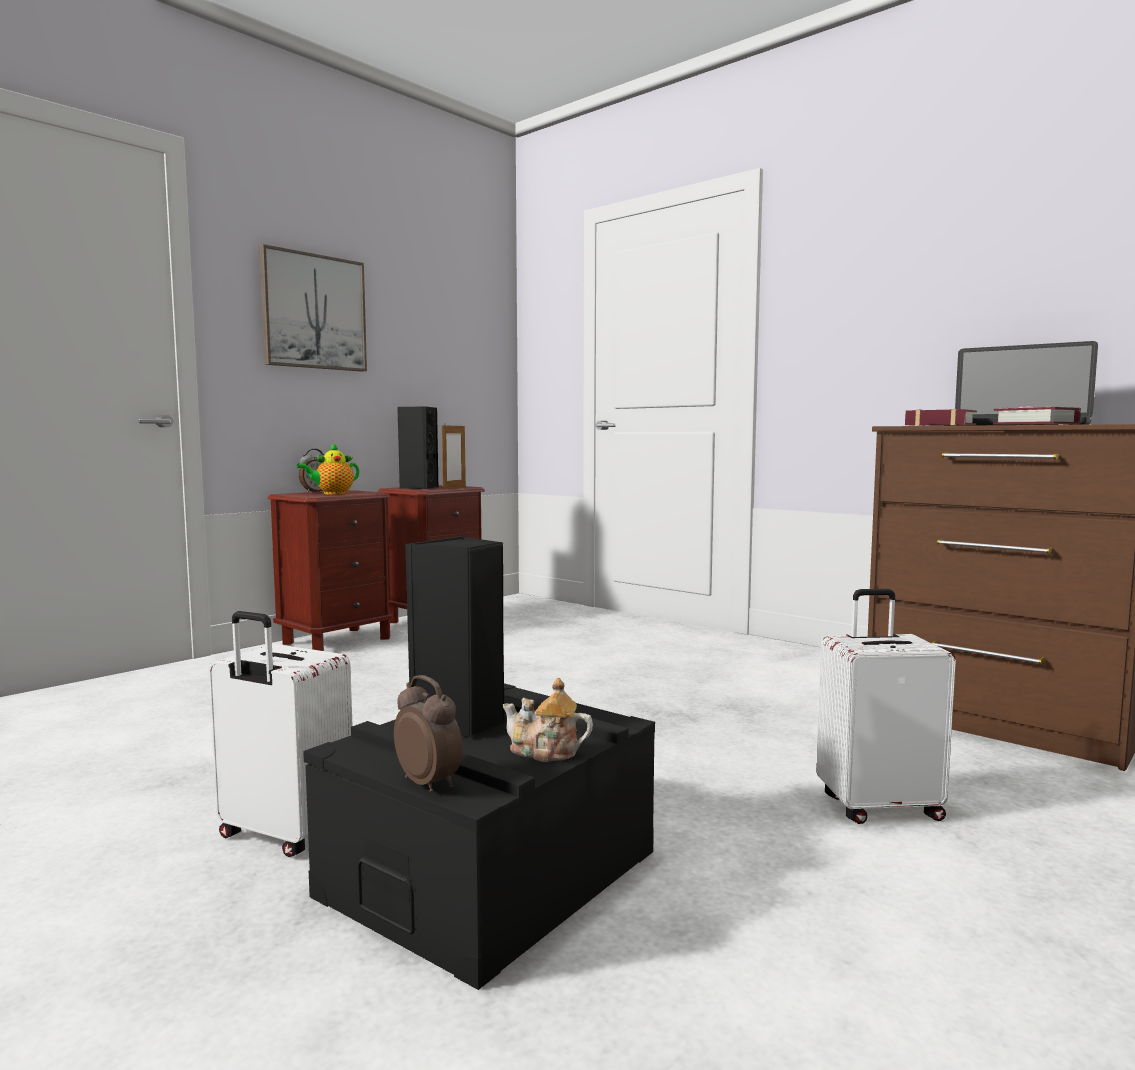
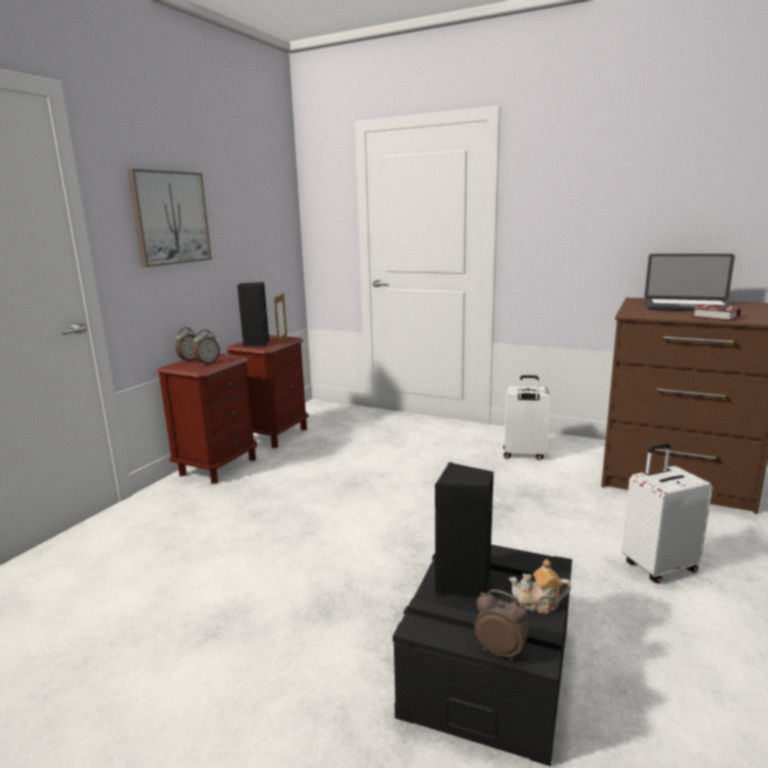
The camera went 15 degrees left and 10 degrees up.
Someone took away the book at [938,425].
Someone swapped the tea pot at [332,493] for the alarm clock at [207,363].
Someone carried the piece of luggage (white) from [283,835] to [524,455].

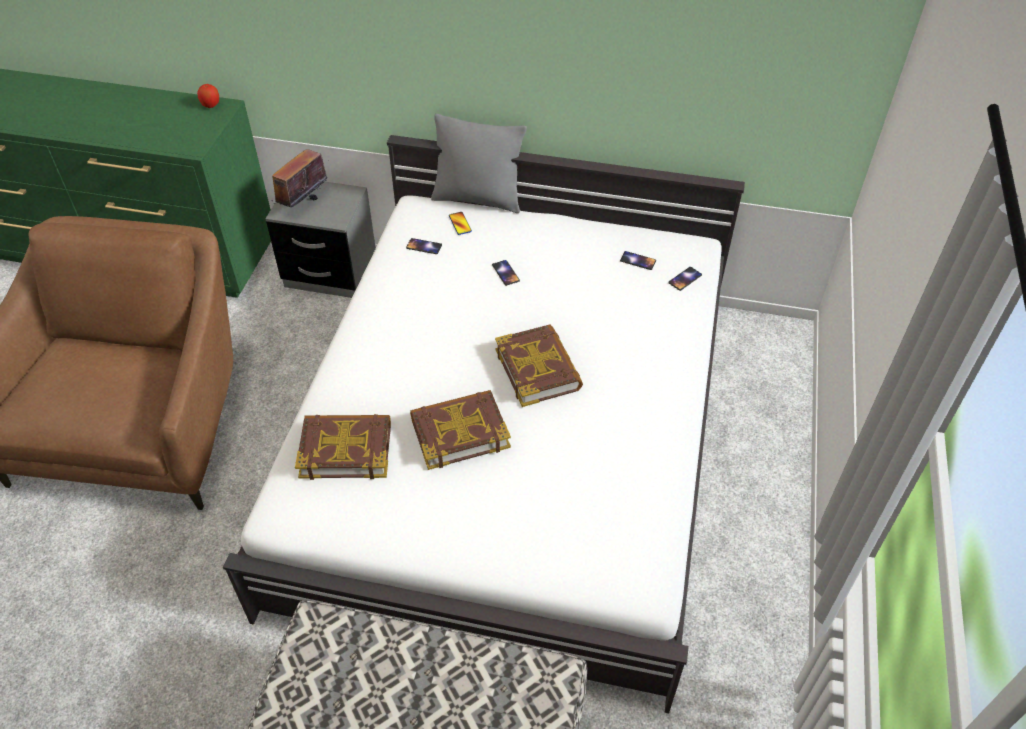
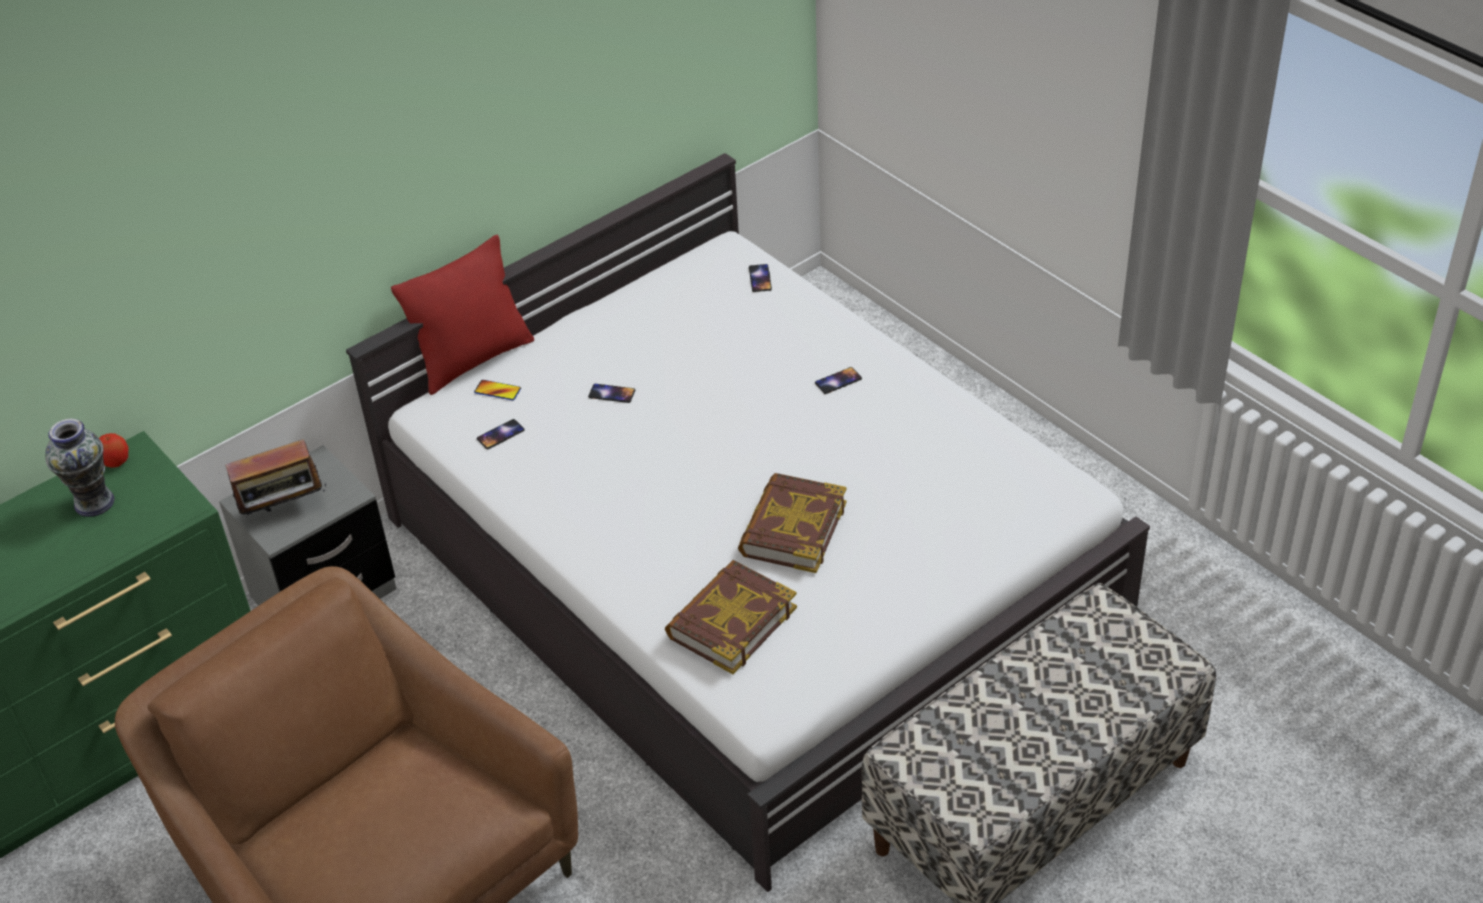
The camera went 50 degrees left and 5 degrees down.
Someone repainted the pillow (greyish) at [478,199], which became the pillow (reddish) at [473,359].
Someone rotated the radio receiver at [303,203] by 90 degrees counterclockwise.
Someone carried the phone from [638,261] to [838,381].
Someone took away the book at [538,369].
Someone put down the flower vase at [95,502].

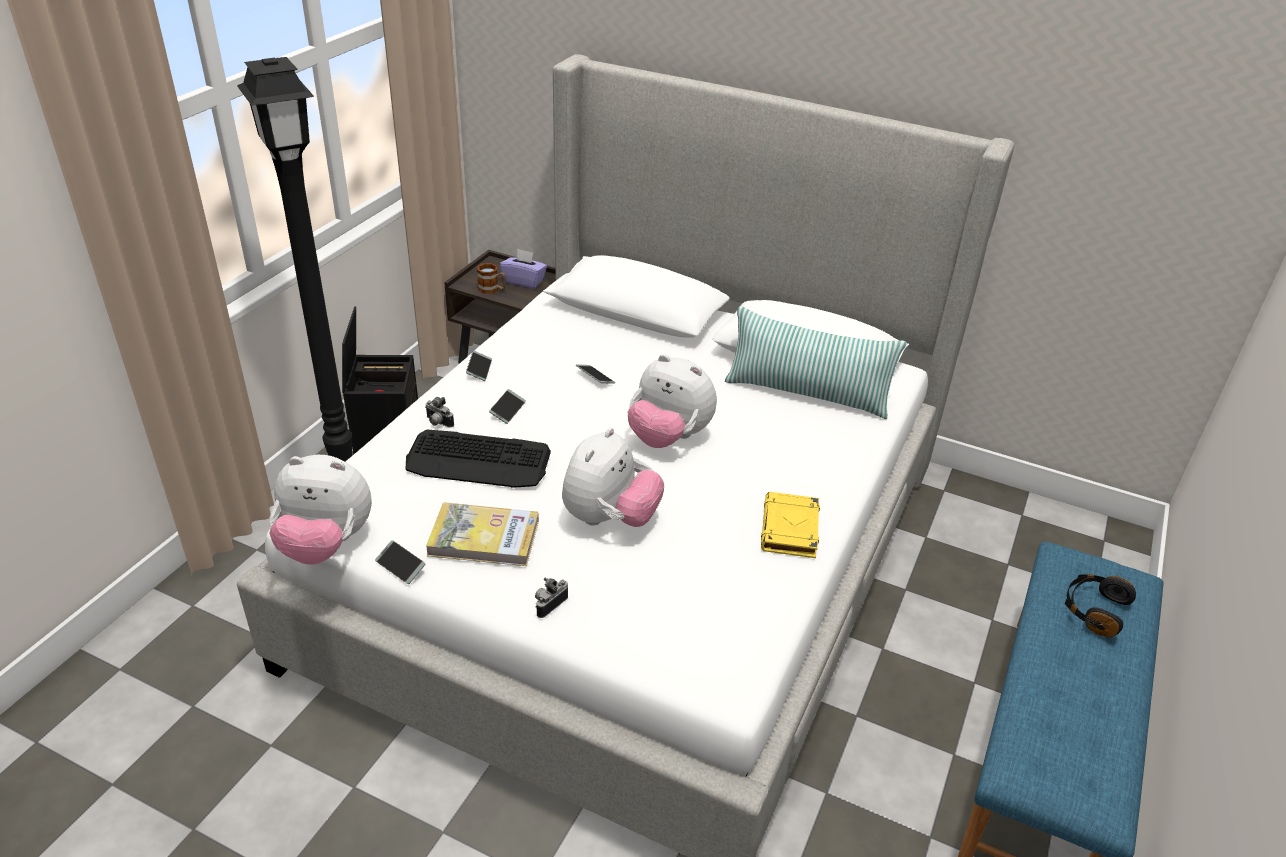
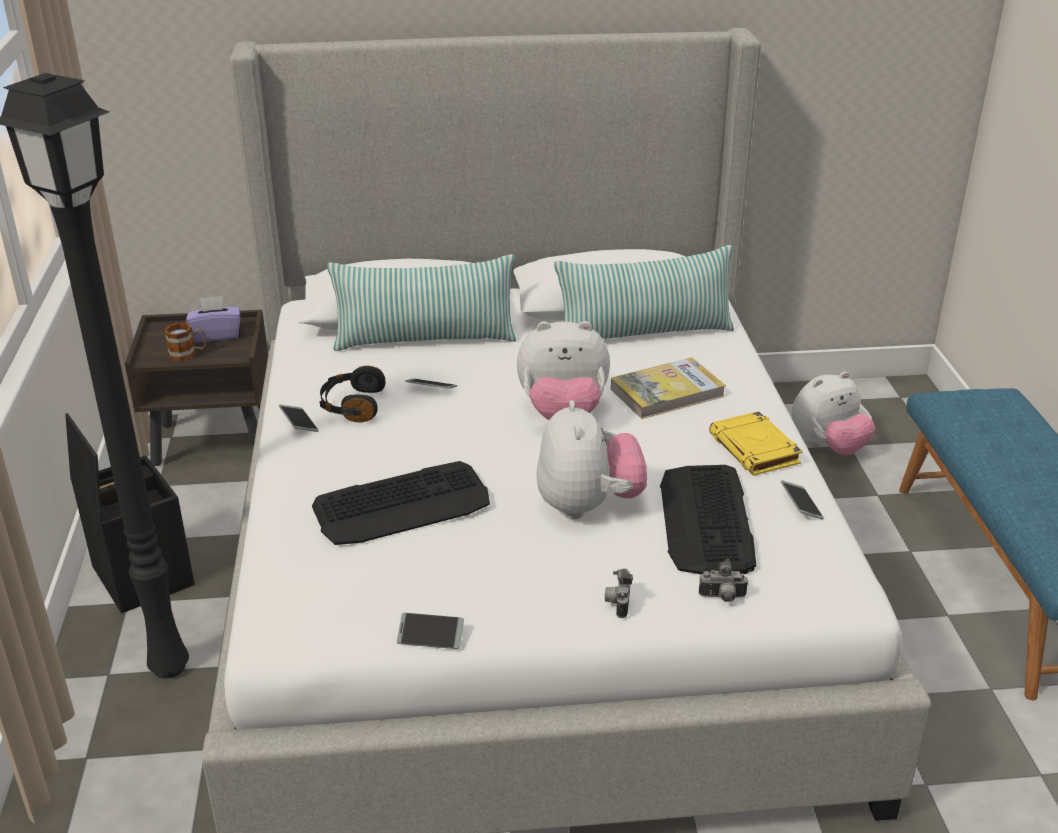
The camera went 30 degrees left and 5 degrees down.
Someone carried the phone from [507,410] to [801,505].
Someone carried the still camera from [438,423] to [722,598].
Someone carried the plush toy from [325,545] to [827,447].
Someone carried the book from [484,538] to [667,392].
Someone carried the headset (black-coloured) from [1093,610] to [352,405].
Someone put down the pillow at [425,339].
Someone put down the computer keyboard at [706,520].

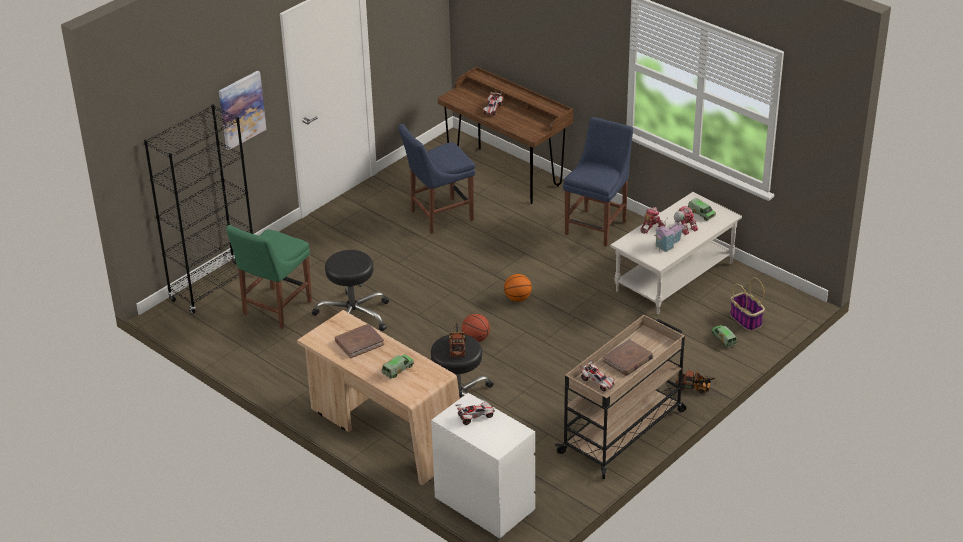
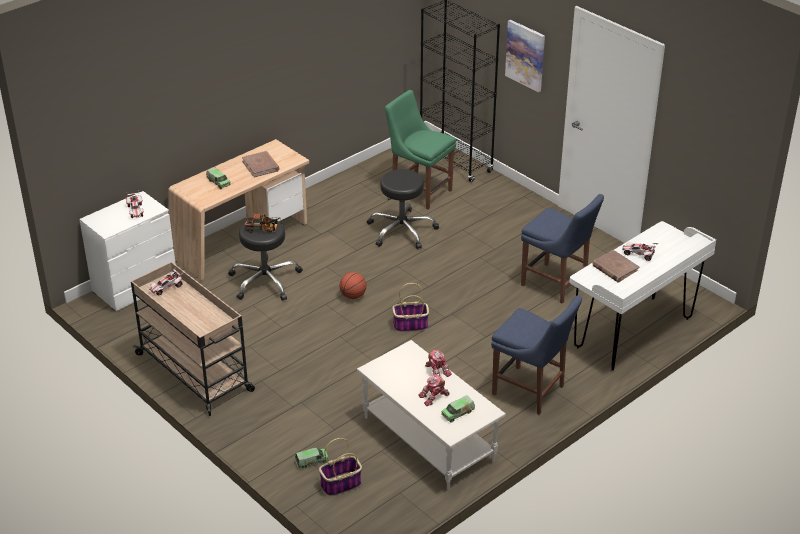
The camera went 95 degrees right and 0 degrees up.
Someone repainted the desk table (brown) at [505,175], which became the desk table (white) at [633,333].
Someone rotated the chair (blue) at [438,216] by 150 degrees clockwise.
Someone took away the toy house at [669,244].
Someone swapped the ball for basketball at [517,298] for the household basket at [410,325].
Someone carried the book (brown) from [628,360] to [615,268].
Someone took away the toy lorry at [695,388].

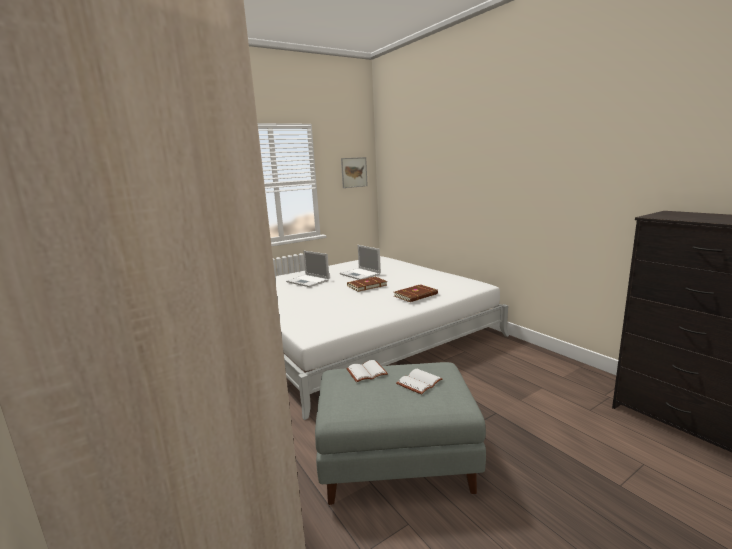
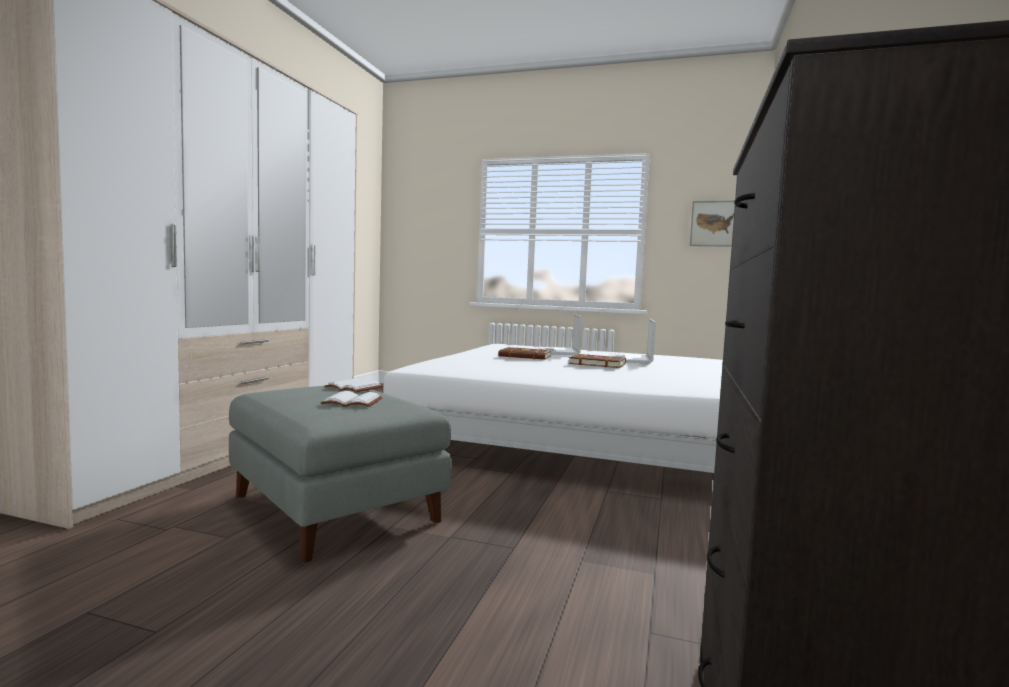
The camera went 50 degrees right and 10 degrees down.
Someone carried the book (brown) from [416,295] to [525,356].

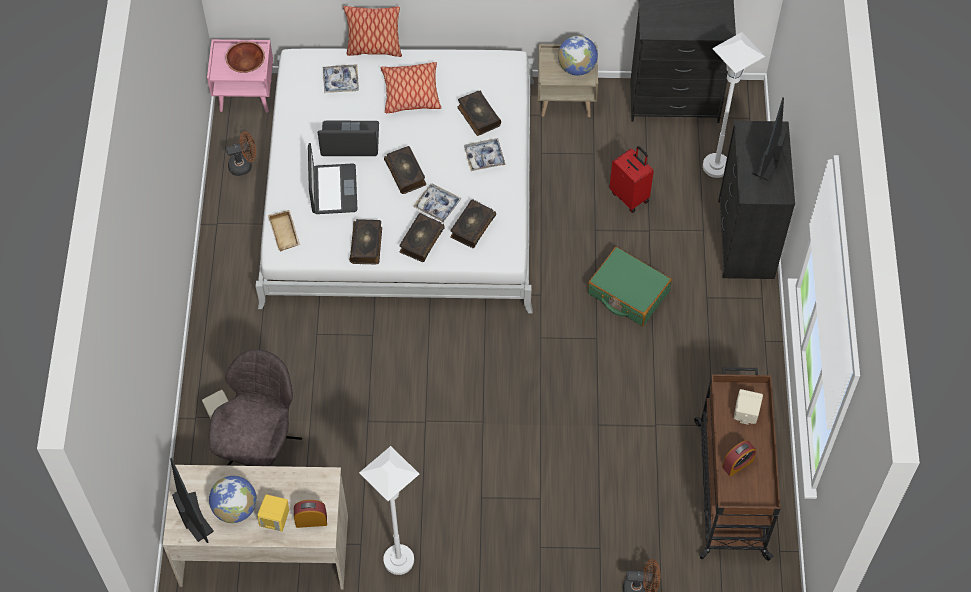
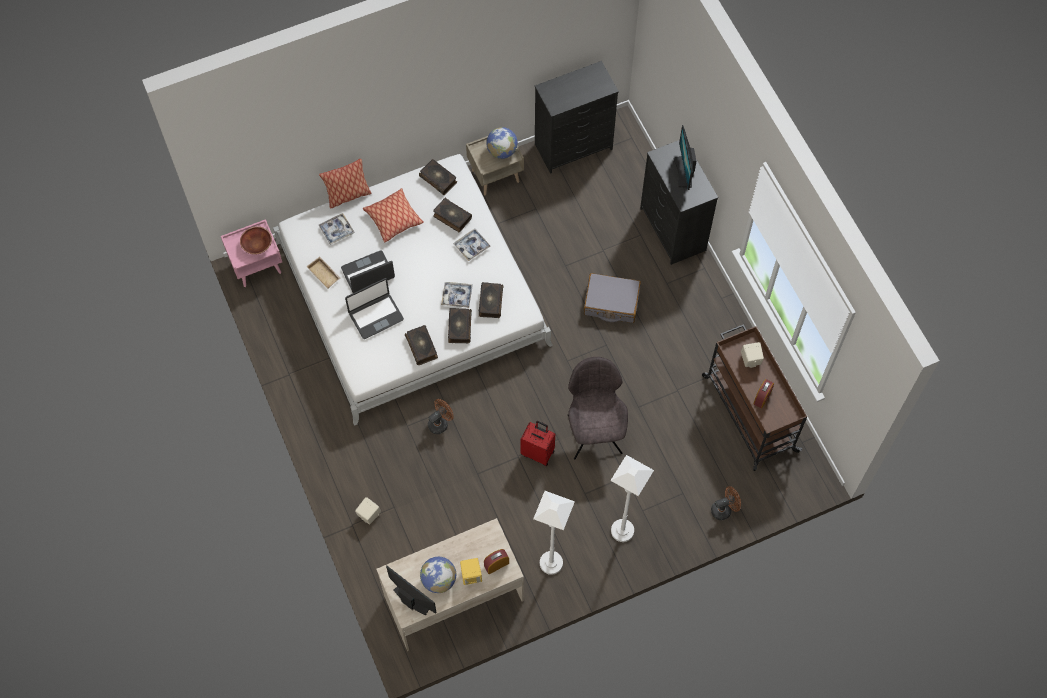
The camera went 25 degrees left and 5 degrees up.
Someone carried the standing lamp (white) from [716,166] to [622,531].
Someone carried the electric fan (brown) from [244,165] to [440,423].
Someone rotated the notebook computer at [333,190] by 90 degrees clockwise.
Someone carried the book from [406,173] to [438,179].
Someone carried the piece of luggage (reddish) from [630,196] to [538,452].
Someone carried the serving tray (sand-coloured) from [285,233] to [325,274].
Someone repainted the piece of luggage (green) at [628,293], which became the piece of luggage (greyish) at [611,302].
Someone carried the chair (greyish) from [262,454] to [594,431].

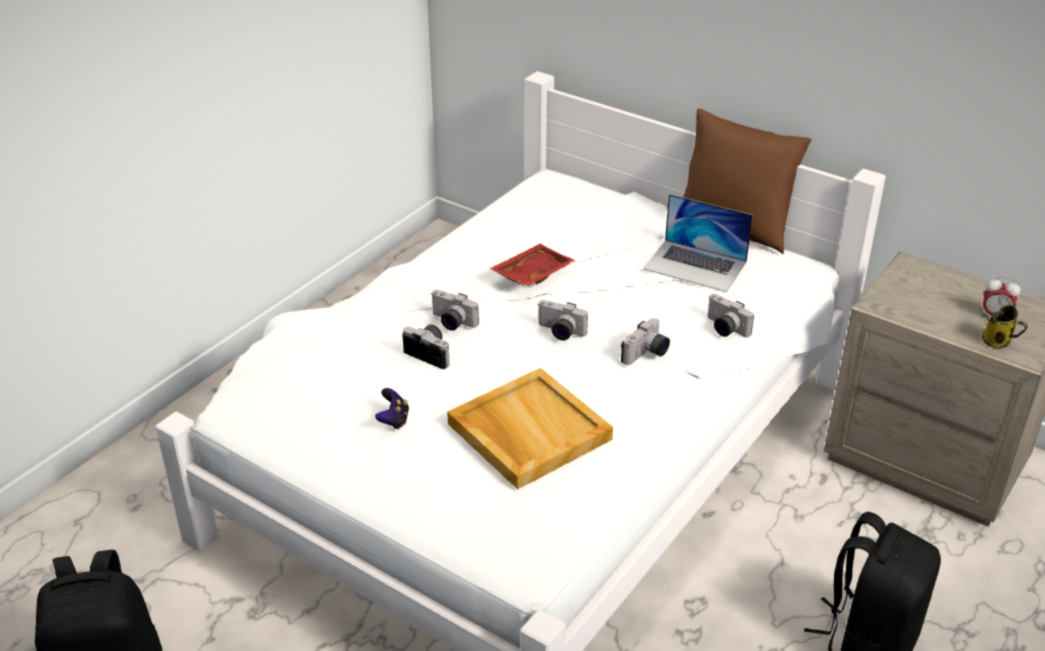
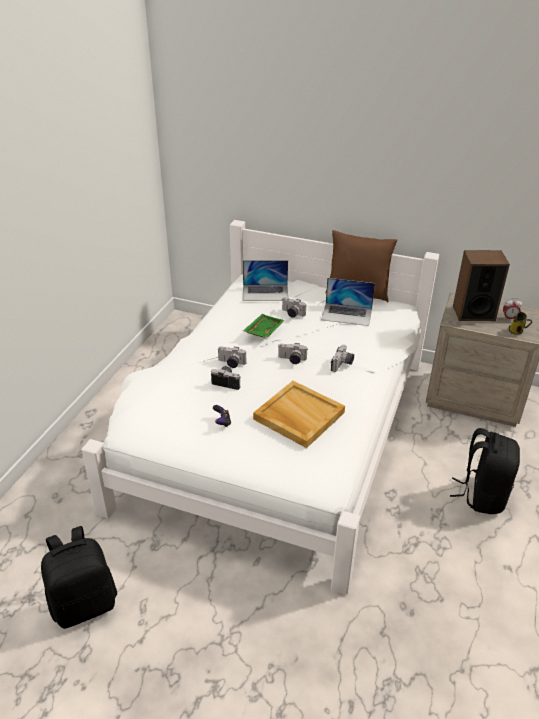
The camera went 15 degrees left and 0 degrees up.
Someone repainted the serving tray (reddish) at [531,274], which became the serving tray (green) at [263,331].
Someone carried the still camera from [724,328] to [292,314].
Someone put down the loudspeaker at [473,313].
Someone put down the notebook computer at [265,292].

